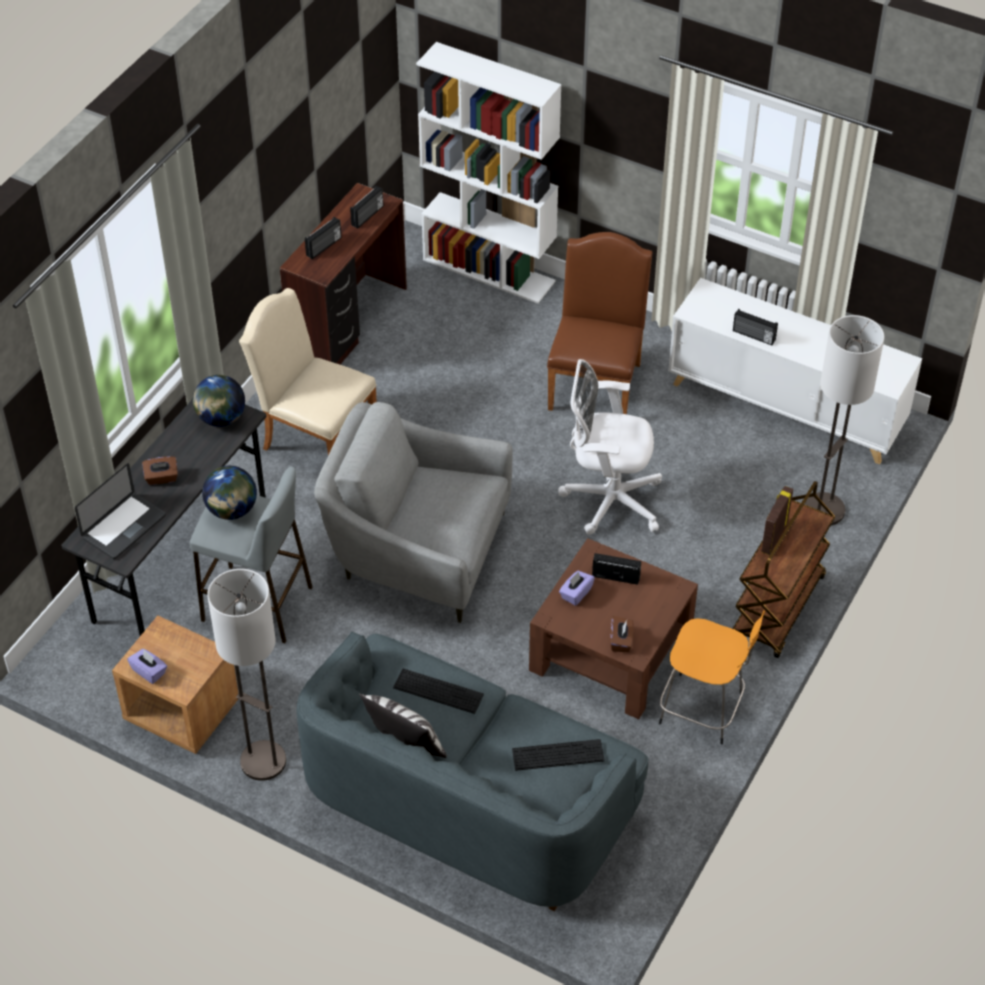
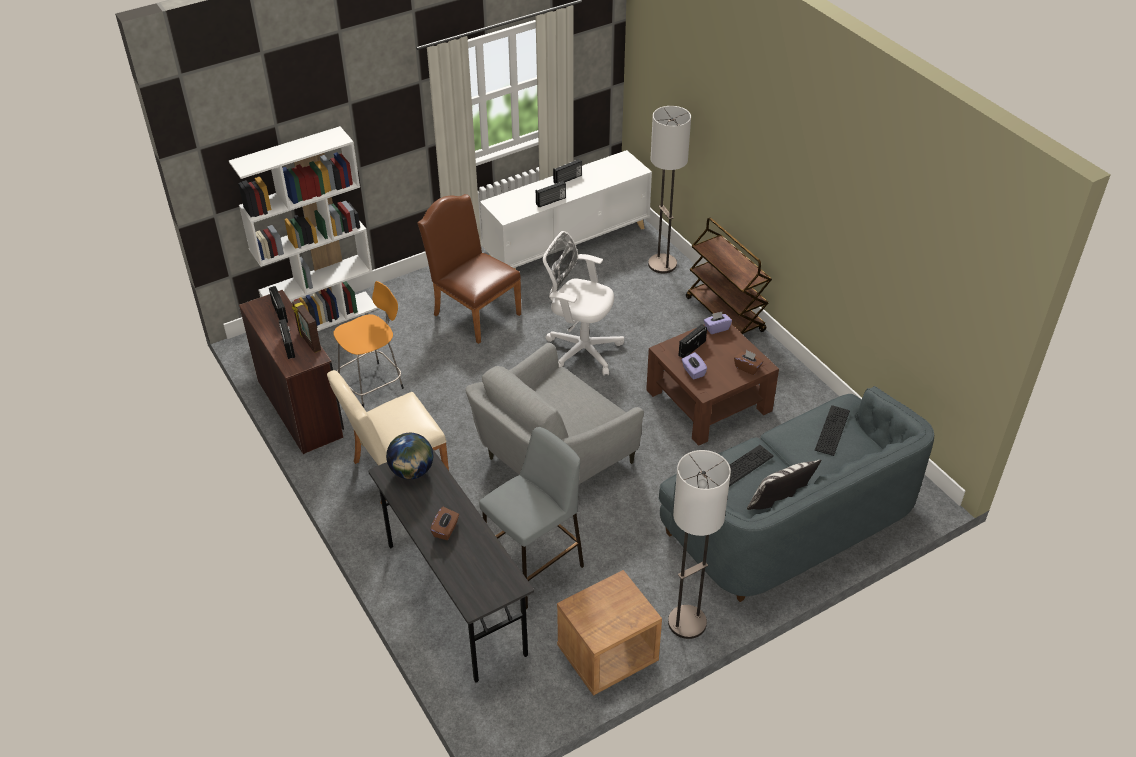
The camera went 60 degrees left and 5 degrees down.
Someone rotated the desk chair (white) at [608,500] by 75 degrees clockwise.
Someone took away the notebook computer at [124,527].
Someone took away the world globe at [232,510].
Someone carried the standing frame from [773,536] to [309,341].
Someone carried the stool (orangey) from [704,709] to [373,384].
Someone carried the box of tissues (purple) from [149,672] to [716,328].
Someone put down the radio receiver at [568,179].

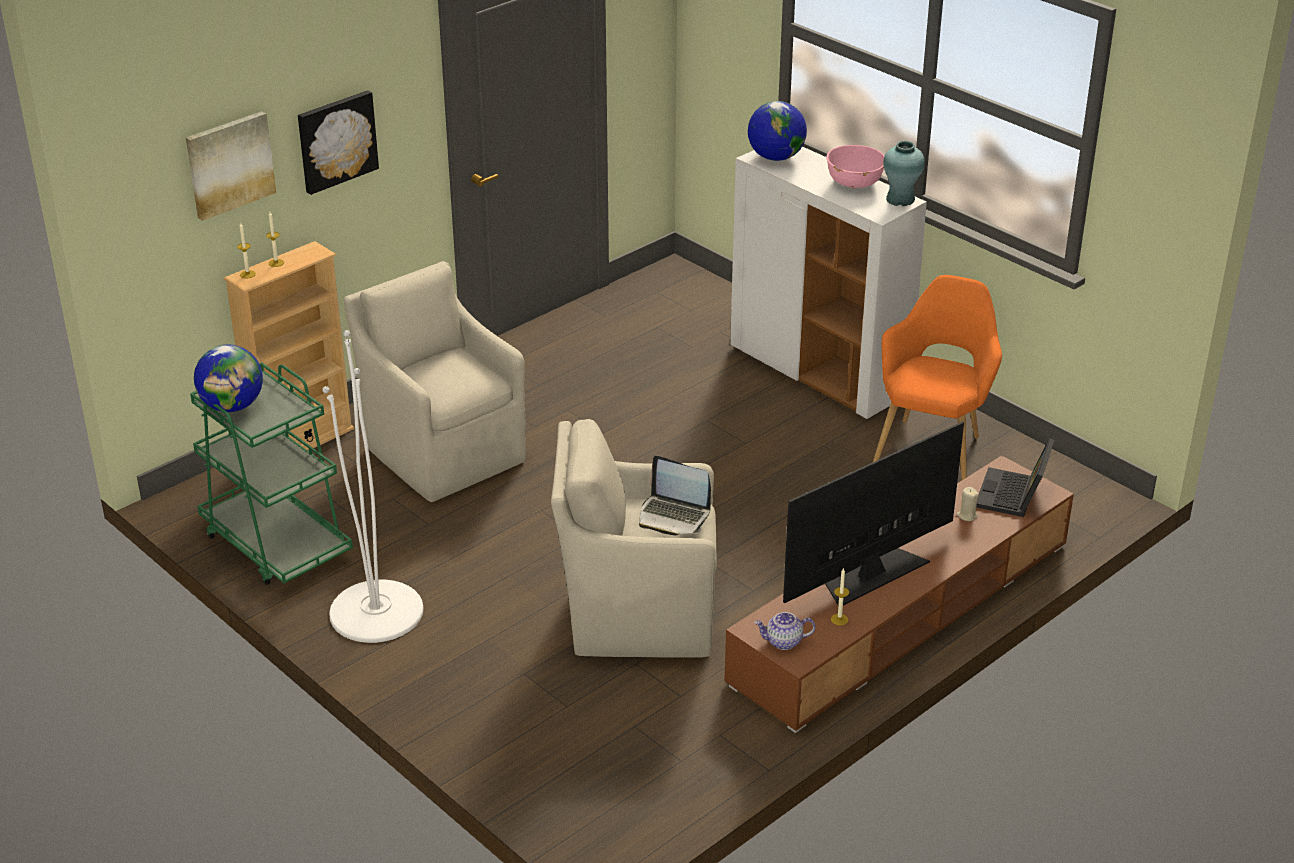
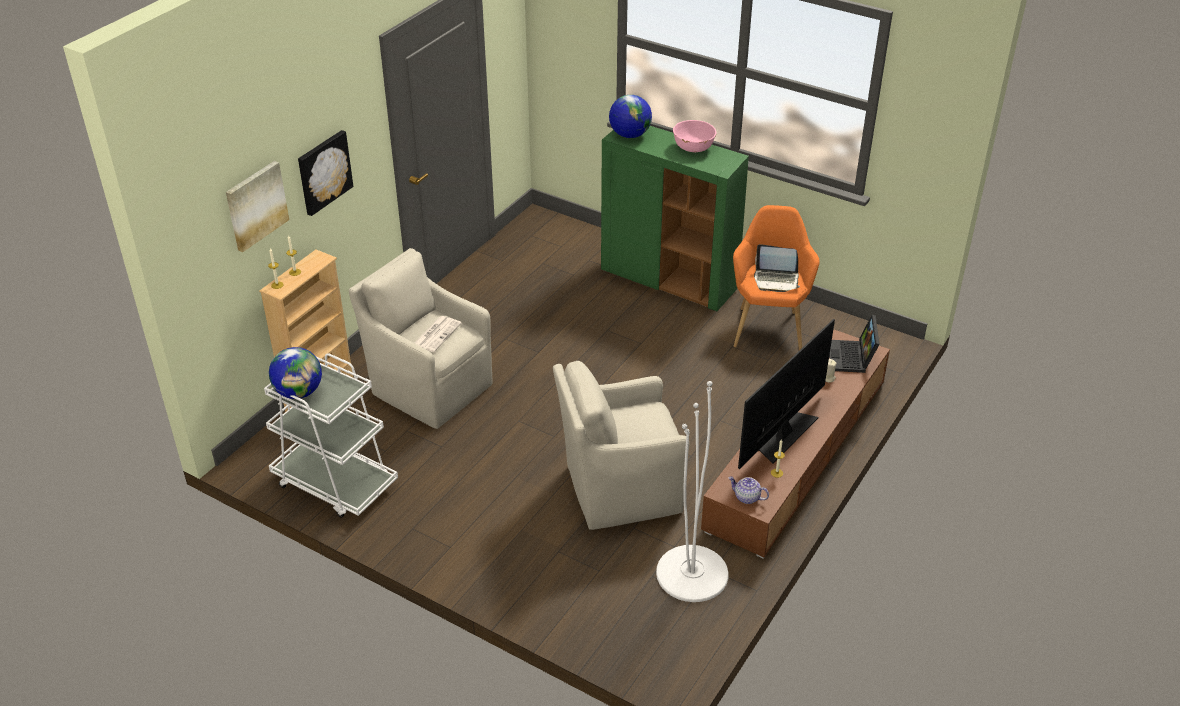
The camera went 15 degrees left and 5 degrees up.
Someone took away the flower vase (turquoise) at [900,199].
Someone repainted the storage cabinet (white) at [819,372], which became the storage cabinet (green) at [669,280].
Someone carried the standing lamp (white) from [376,612] to [692,573].
Someone repainted the wheeled cart (green) at [276,544], which became the wheeled cart (white) at [334,483].
Someone carried the notebook computer from [673,516] to [776,280].
Someone rotated the tea pot at [783,642] by 45 degrees clockwise.
Someone put down the daily paper at [437,334].

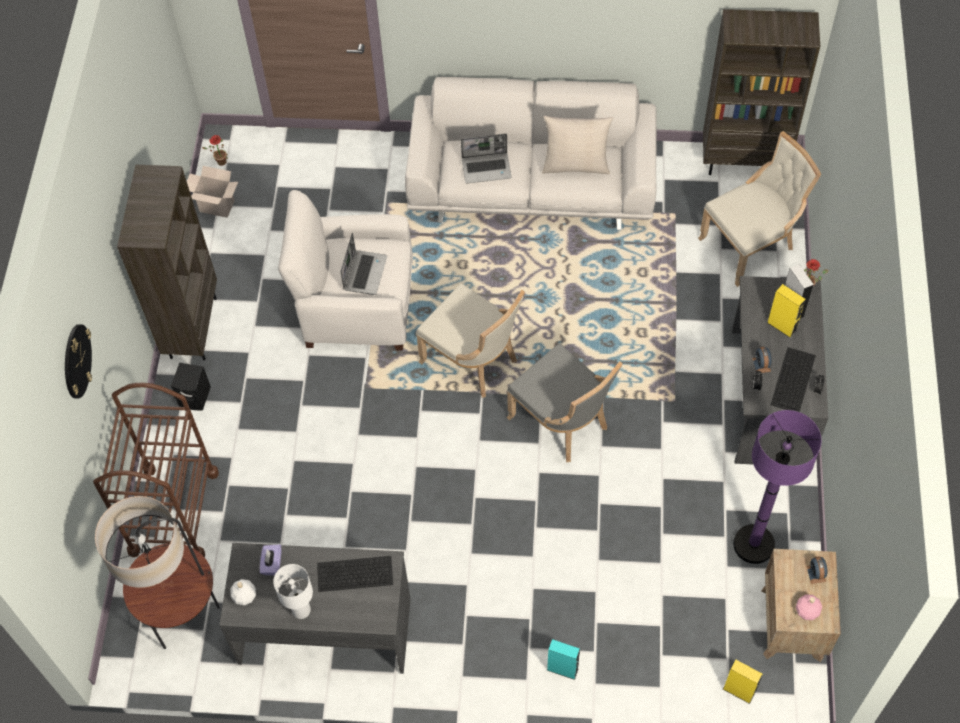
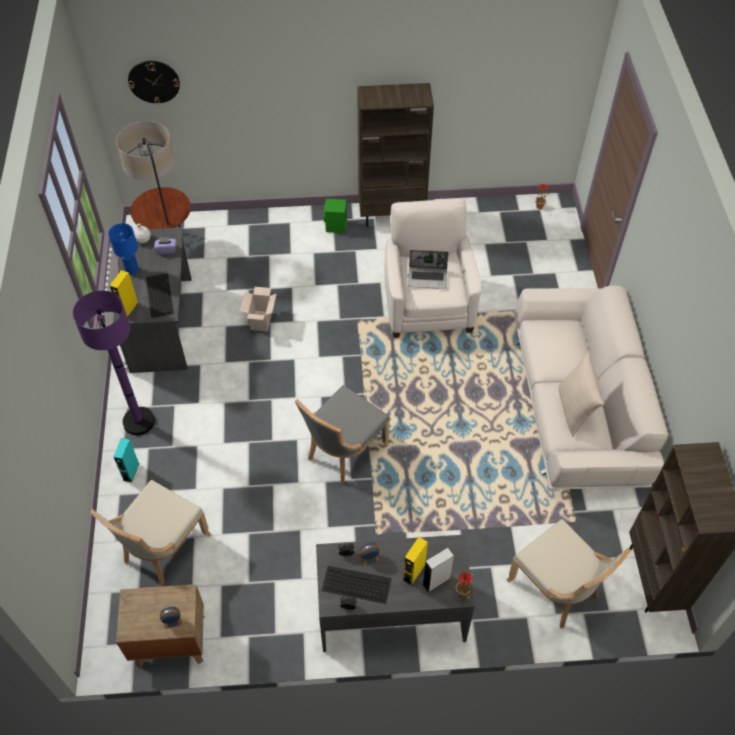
The camera went 80 degrees right and 5 degrees down.
Someone took away the notebook computer at [487,168].
Someone carried the carton from [215,207] to [260,320].
Someone carried the chair (sand-coloured) from [473,361] to [162,549].
Someone carried the hanging clock from [76,361] to [154,81].
Someone repainted the loudspeaker (black-coloured) at [196,397], which became the loudspeaker (green) at [335,226].
Someone took away the wheeled cart (brown) at [174,512].
Someone carried the standing lamp (purple) from [753,544] to [139,421].
Someone repainted the tabletop lamp (white) at [301,610], which became the tabletop lamp (blue) at [132,270].
Someone took away the bottle (pinkish) at [807,611].
Someone carried the loudspeaker (yellowish) from [738,691] to [128,309].

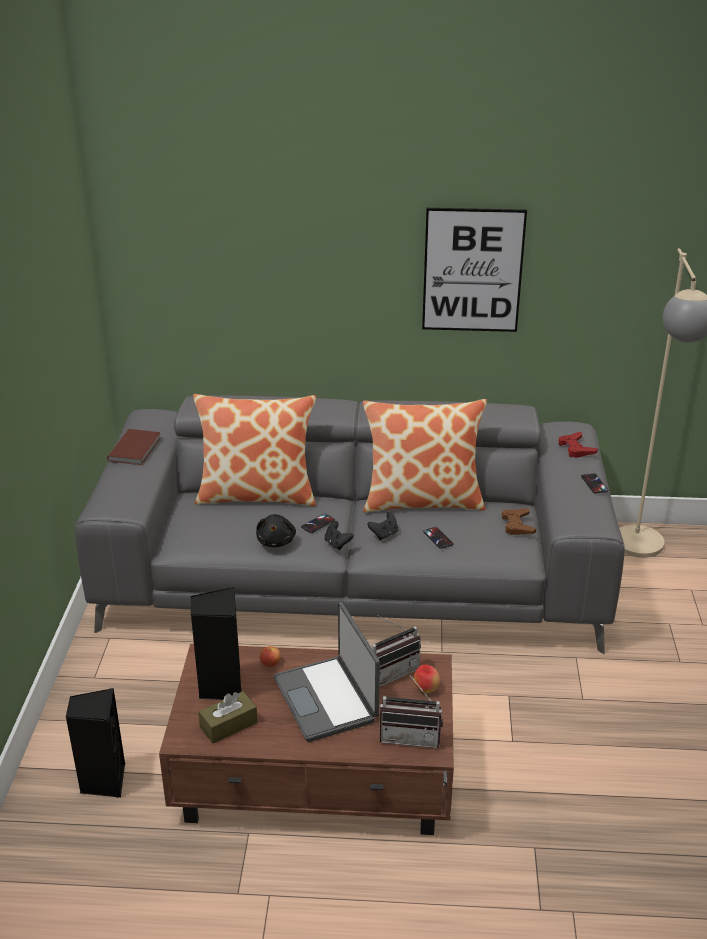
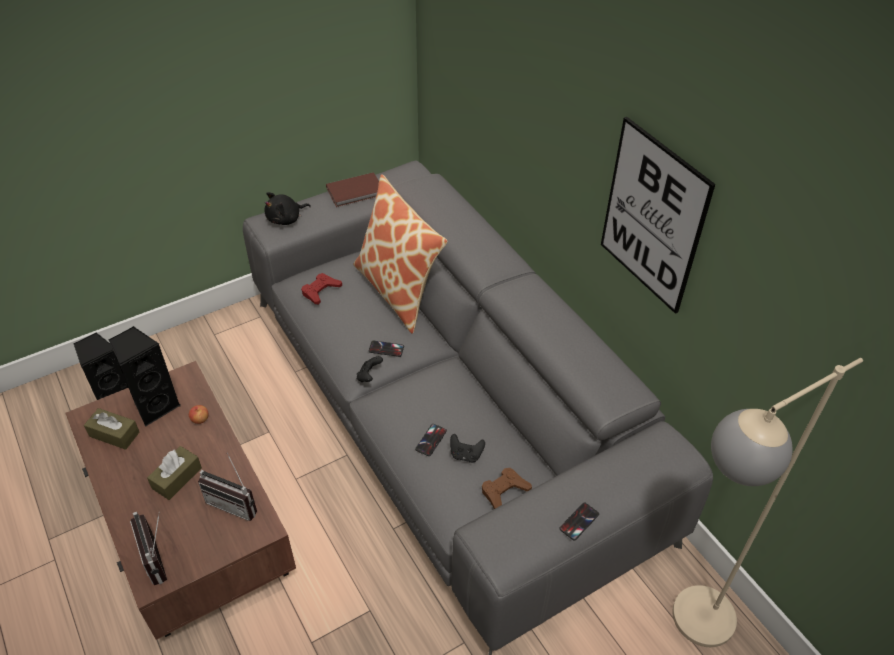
The camera went 55 degrees right and 15 degrees up.
Someone took away the pillow at [422,500].
Someone carried the gamepad (reddish) from [575,448] to [320,291].
Someone carried the gamepad (black-coloured) from [384,534] to [466,455].
Someone carried the plush toy (black-coloured) from [276,541] to [286,219].
Someone swapped the notebook computer at [327,699] for the box of tissues (brown) at [177,478].
Someone took away the whole apple at [426,689].

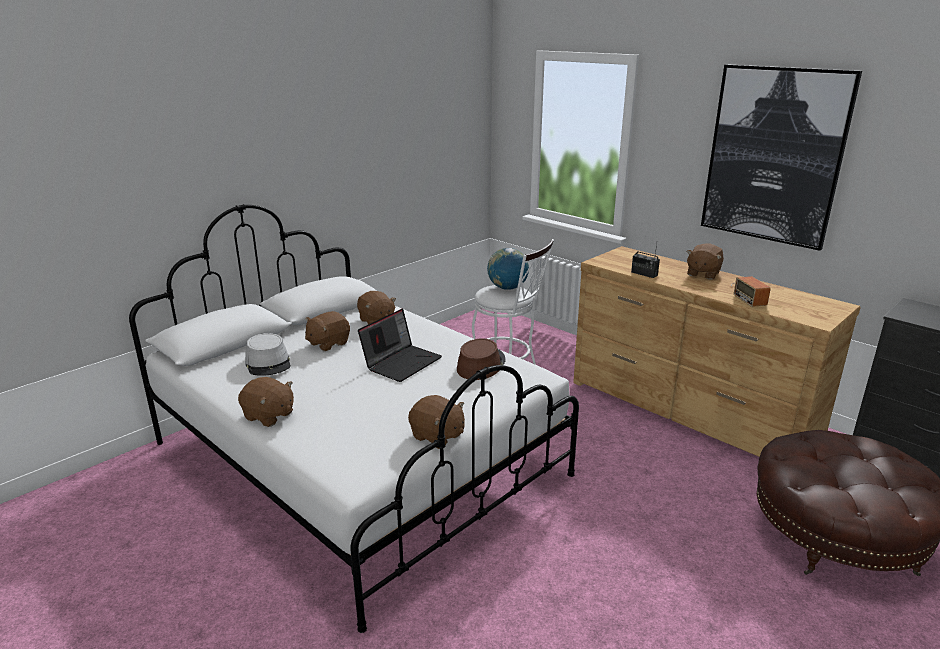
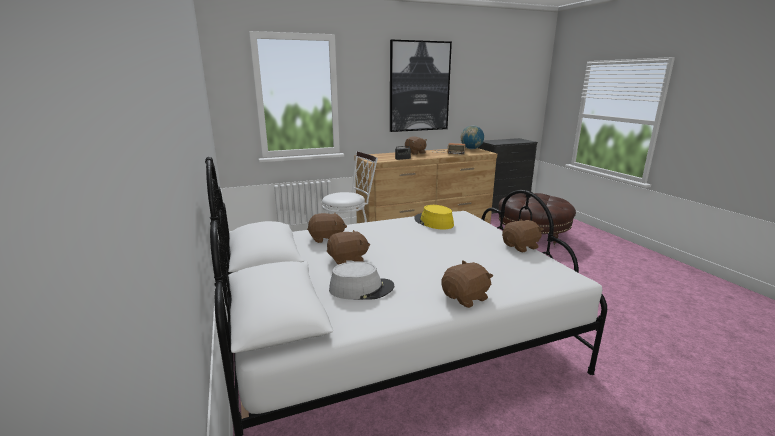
The camera went 65 degrees left and 5 degrees down.
Someone carried the world globe from [507,288] to [471,149].
Someone took away the notebook computer at [402,362].
Someone rotated the plush toy (brown) at [328,343] by 90 degrees counterclockwise.
Someone repainted the hat (brown) at [481,365], which became the hat (yellowish) at [433,222].

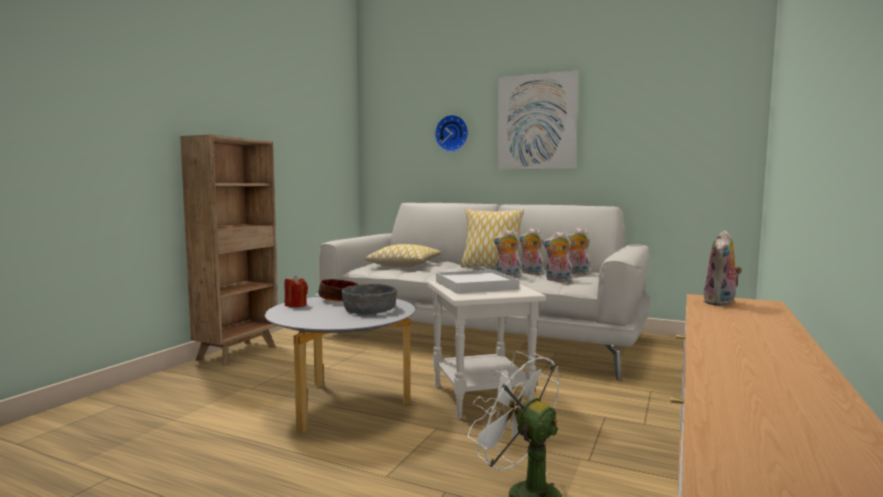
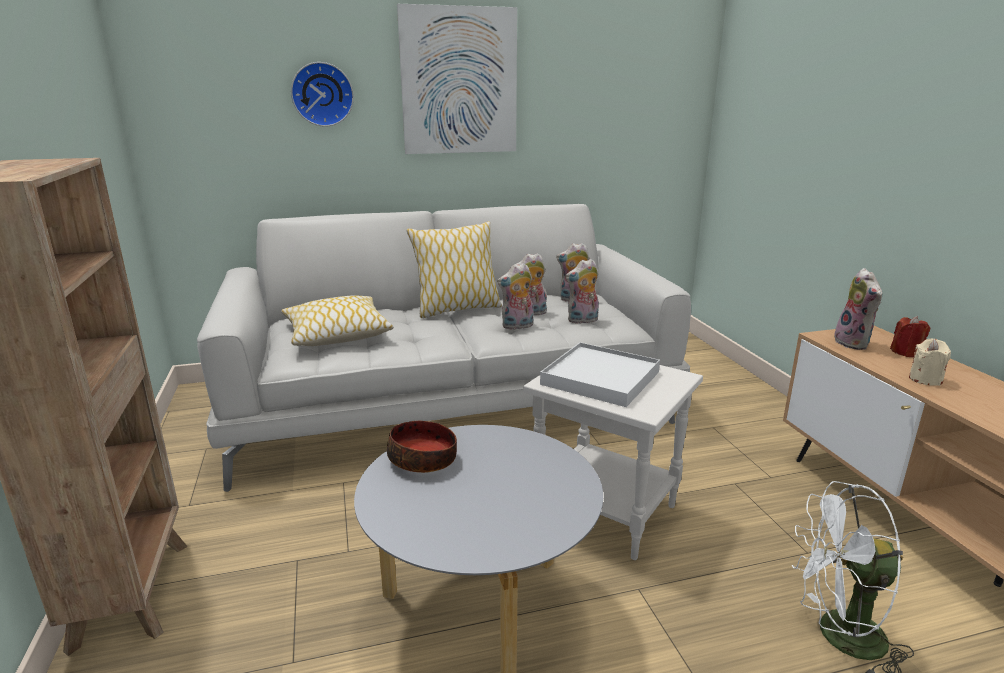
The camera went 40 degrees left and 15 degrees up.
Someone carried the wax candle (reddish) from [296,305] to [906,352].
Someone took away the serving bowl (greyish) at [369,309].
Someone put down the wax candle (sand-coloured) at [925,379].

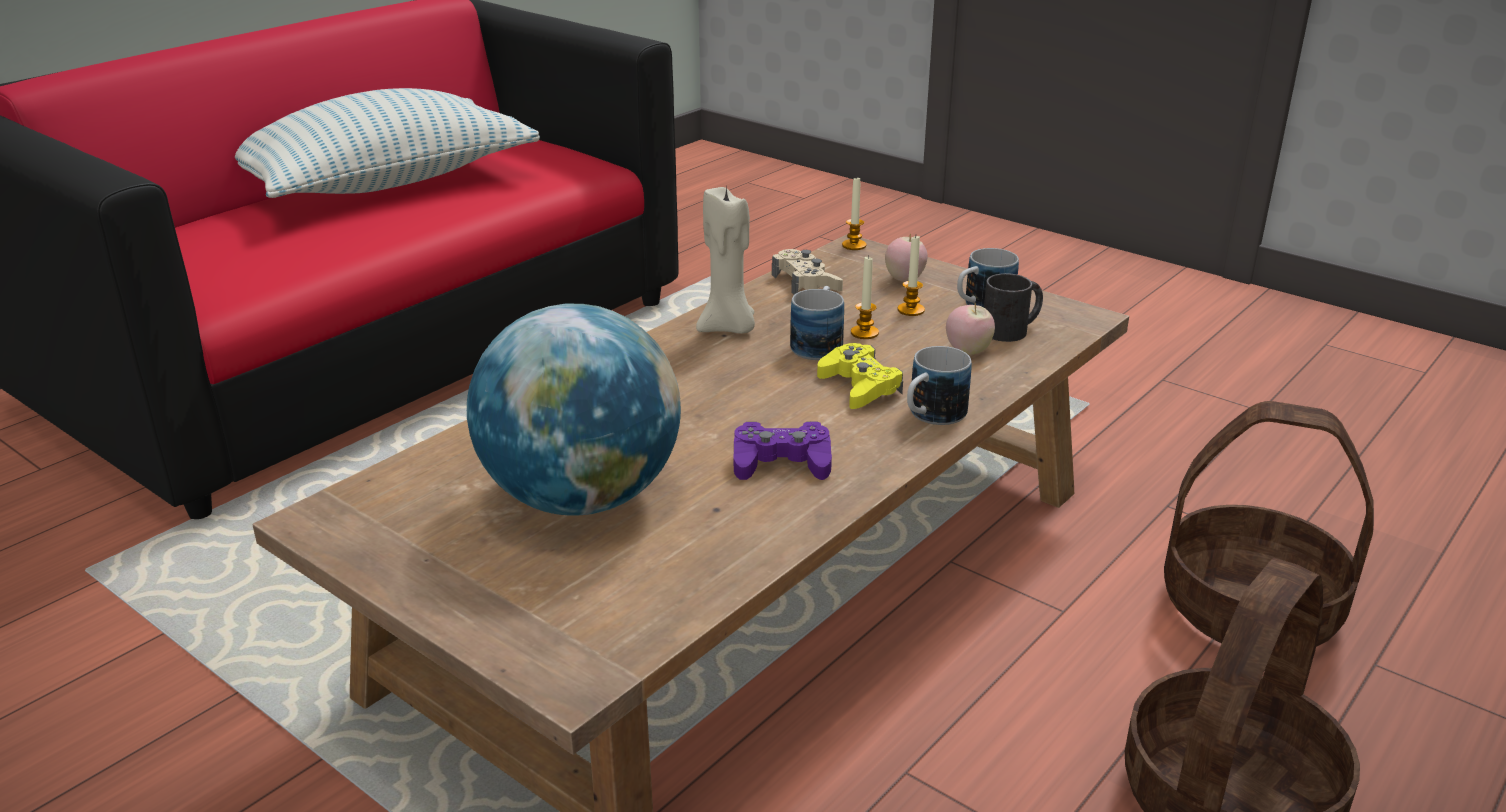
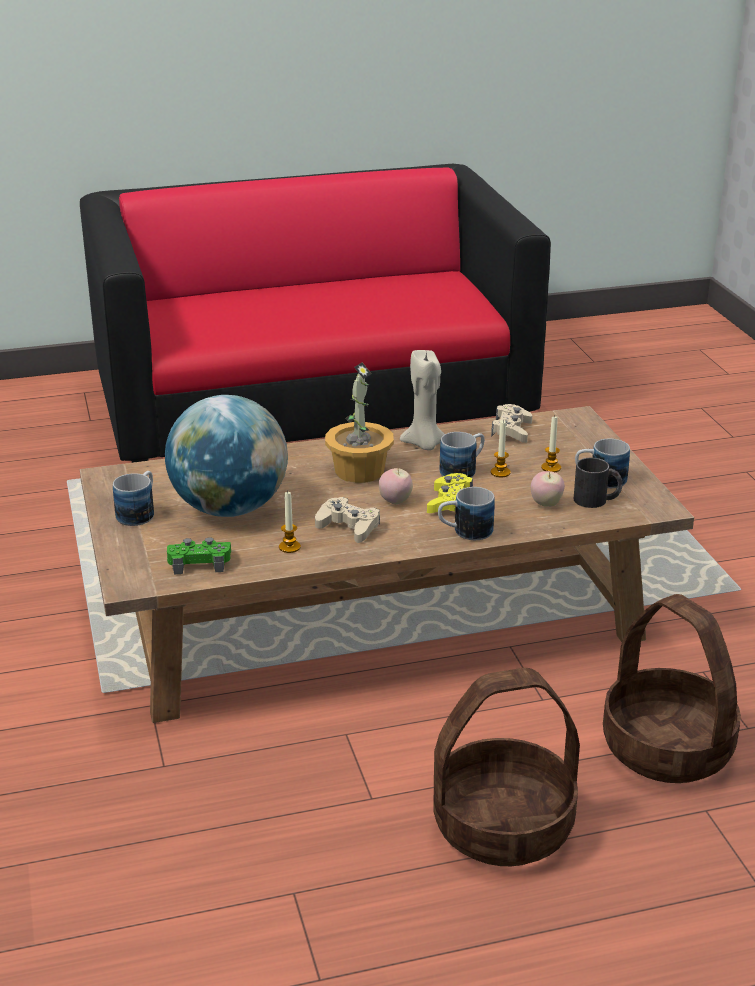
The camera went 35 degrees right and 0 degrees up.
Someone took away the pillow at [386,183].
Someone carried the wax candle from [854,245] to [289,547].
Someone carried the whole apple from [904,280] to [395,501].
Someone repainted the gamepad (purple) at [781,462], which became the gamepad (sand-coloured) at [348,526].
Someone put down the potted plant at [358,470].
Someone put down the coffee mug at [139,512].
Someone put down the gamepad (green) at [199,562].

